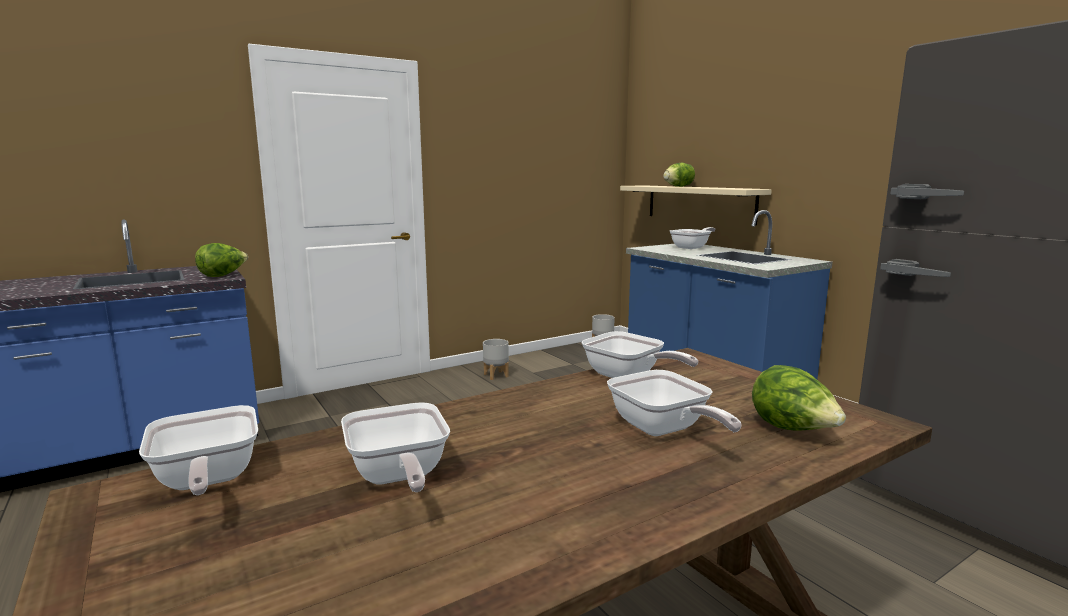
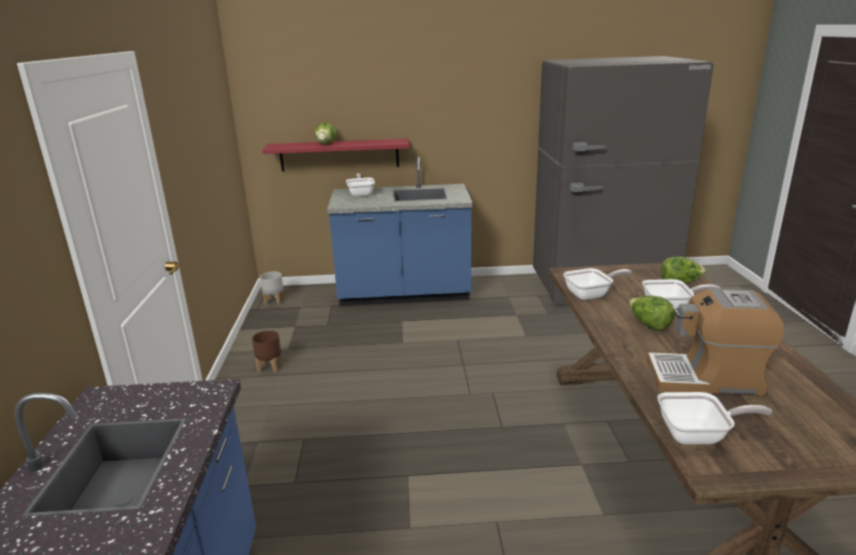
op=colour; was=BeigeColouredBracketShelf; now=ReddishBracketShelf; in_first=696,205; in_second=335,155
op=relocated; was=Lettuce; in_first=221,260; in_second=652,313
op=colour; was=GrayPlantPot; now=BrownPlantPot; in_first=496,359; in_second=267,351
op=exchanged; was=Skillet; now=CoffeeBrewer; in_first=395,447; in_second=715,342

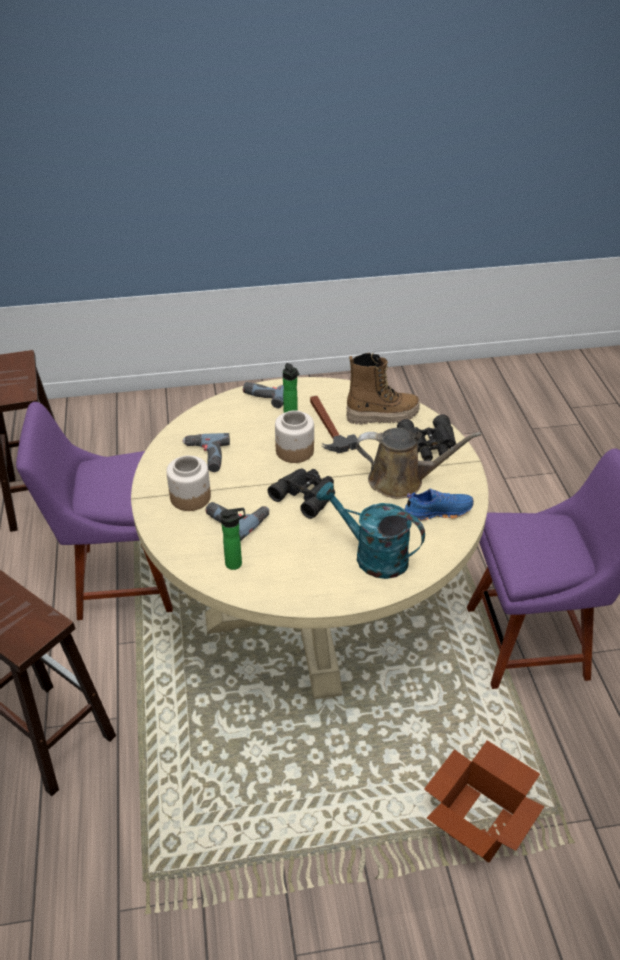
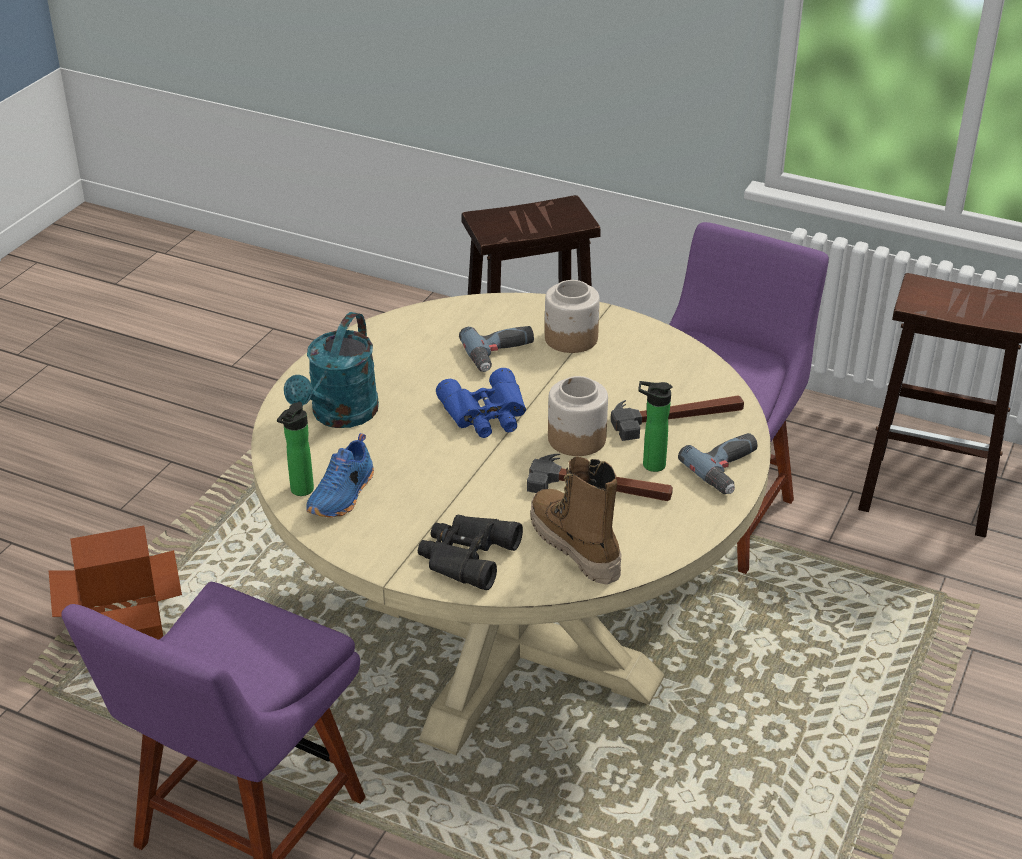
op=spun; was=HighTopBoot; in_first=383,388; in_second=575,520; clockwise=120
op=missing; was=BrownWateringCan; in_first=418,463
op=missing; was=ElectricDrill; in_first=206,452
op=colour; was=BlackFieldGlasses; now=BlueColouredFieldGlasses; in_first=301,493; in_second=481,403
op=spun; was=BlueGreenWateringCan; in_first=370,530; in_second=331,370; clockwise=135
op=relocated; was=DrinkBottle; in_first=233,539; in_second=295,449
op=appeared; now=Hammer; in_second=677,418

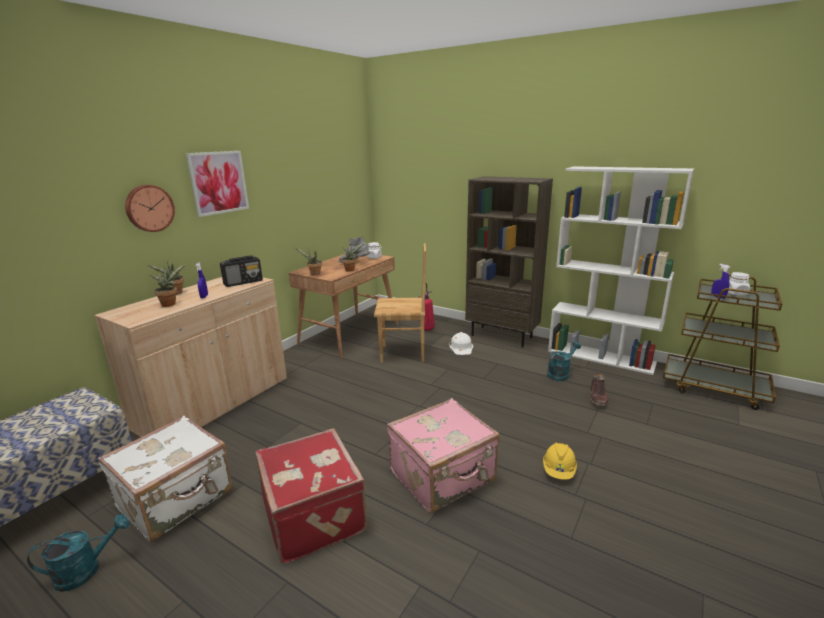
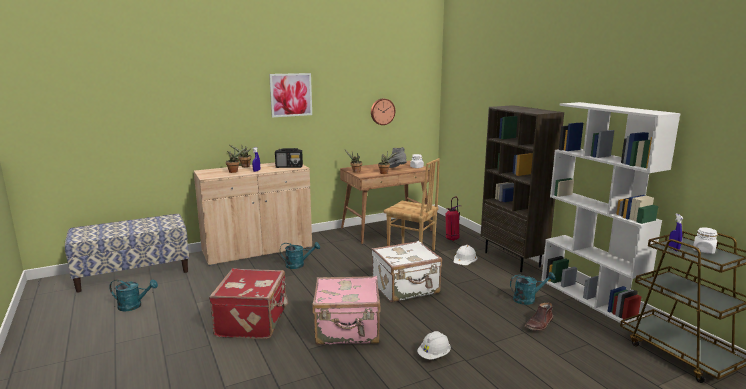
op=relocated; was=WallClock; in_first=150,208; in_second=383,111
op=relocated; was=WhitePieceOfLuggage; in_first=165,479; in_second=407,271
op=colour; was=YellowSafetyHelmet; now=WhiteSafetyHelmet; in_first=560,461; in_second=434,345
op=appeared; now=BlueGreenWateringCan; in_second=300,255

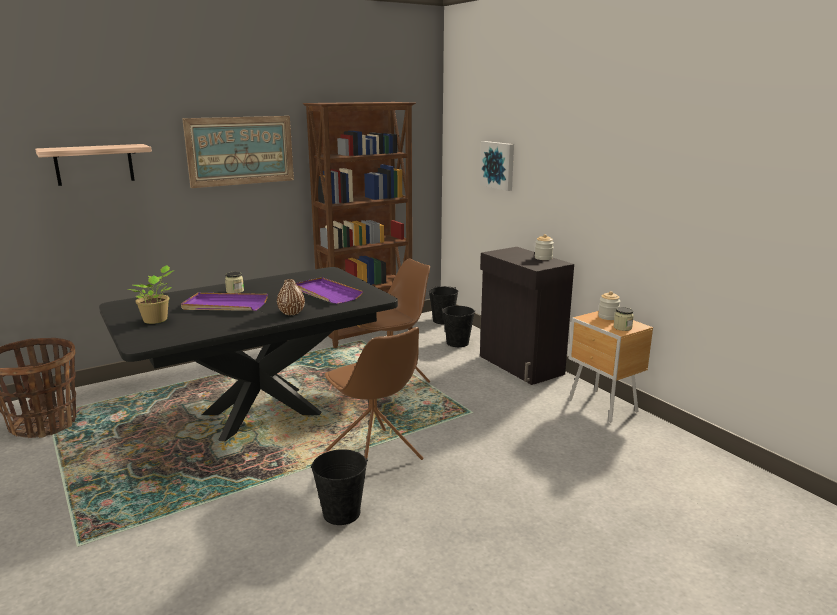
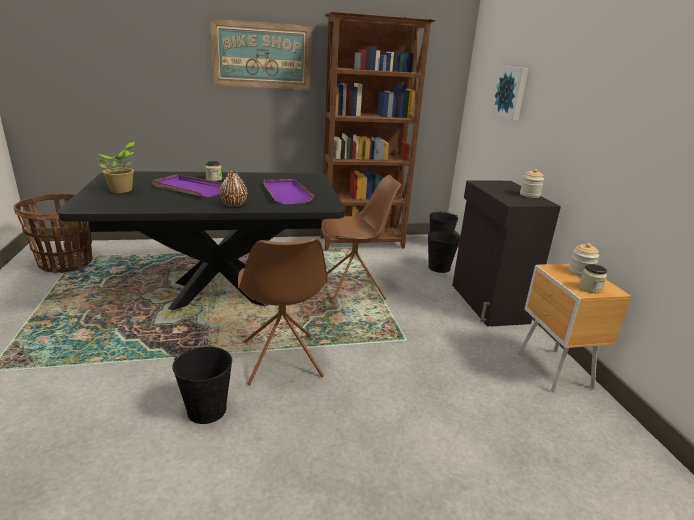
op=missing; was=BracketShelf; in_first=93,165

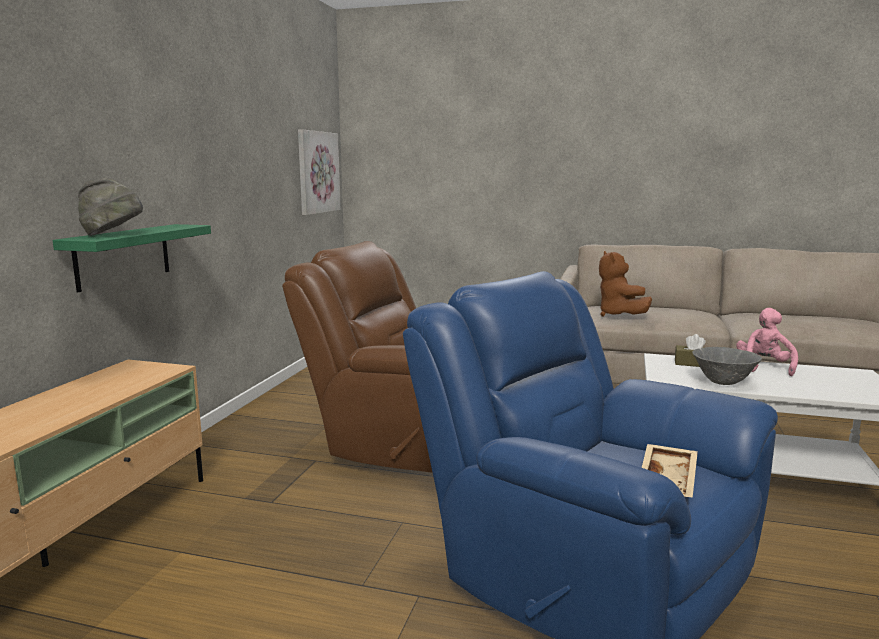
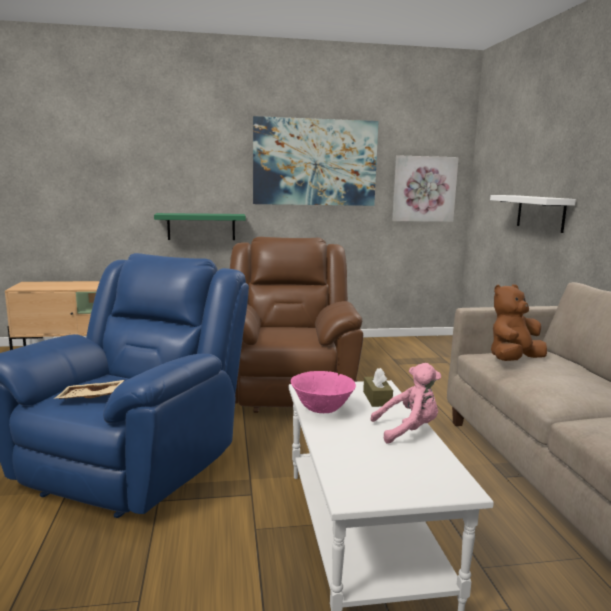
op=missing; was=GrayClothingHat; in_first=110,206
op=colour; was=GrayDeepDish; now=PinkishDeepDish; in_first=727,366; in_second=323,392
op=appeared; now=WallArt; in_second=316,161
op=appeared; now=WhiteBracketShelf; in_second=533,214

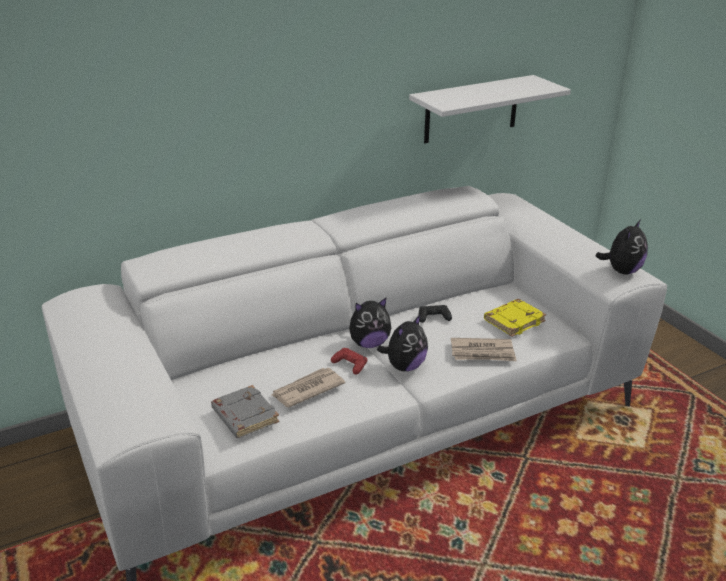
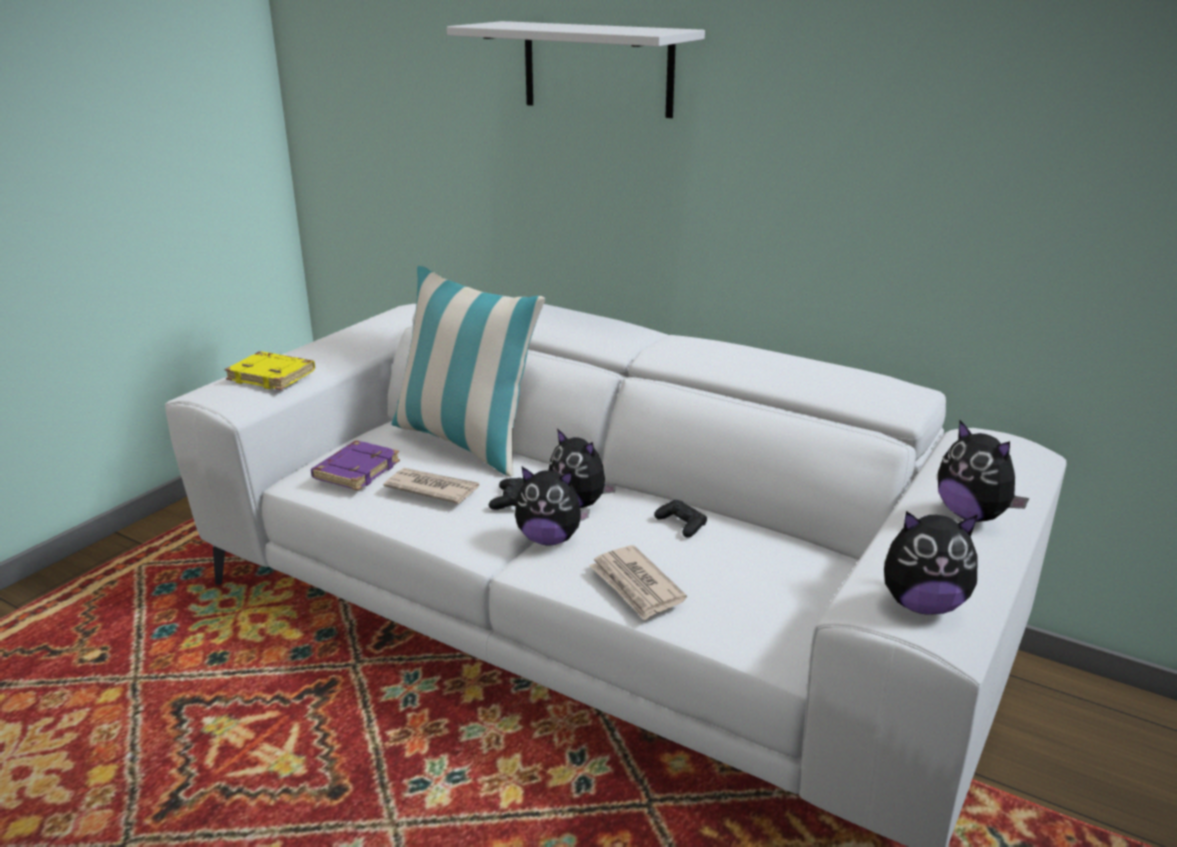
op=relocated; was=WhiteBracketShelf; in_first=490,109; in_second=576,69
op=relocated; was=YellowVolume; in_first=515,318; in_second=270,370
op=colour; was=ReddishJoypad; now=BlackJoypad; in_first=349,361; in_second=506,494
op=colour; was=GrayVolume; now=PurplishVolume; in_first=245,411; in_second=355,466
op=appeared; now=ThrowPillow; in_second=468,371
op=appeared; now=CuddlyToy; in_second=983,471

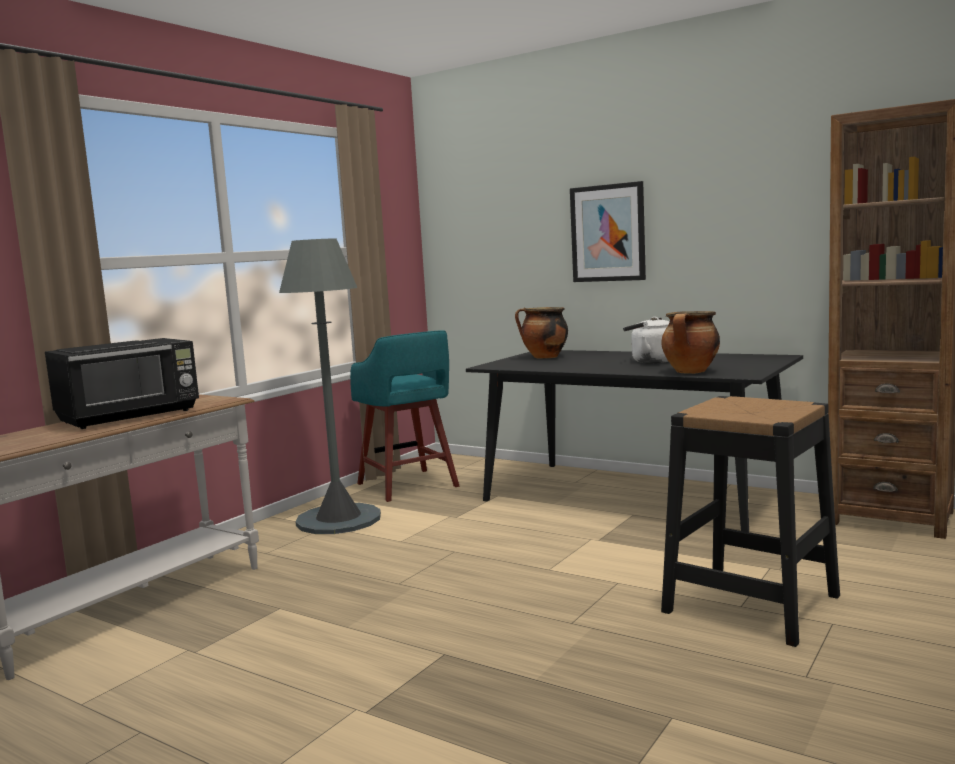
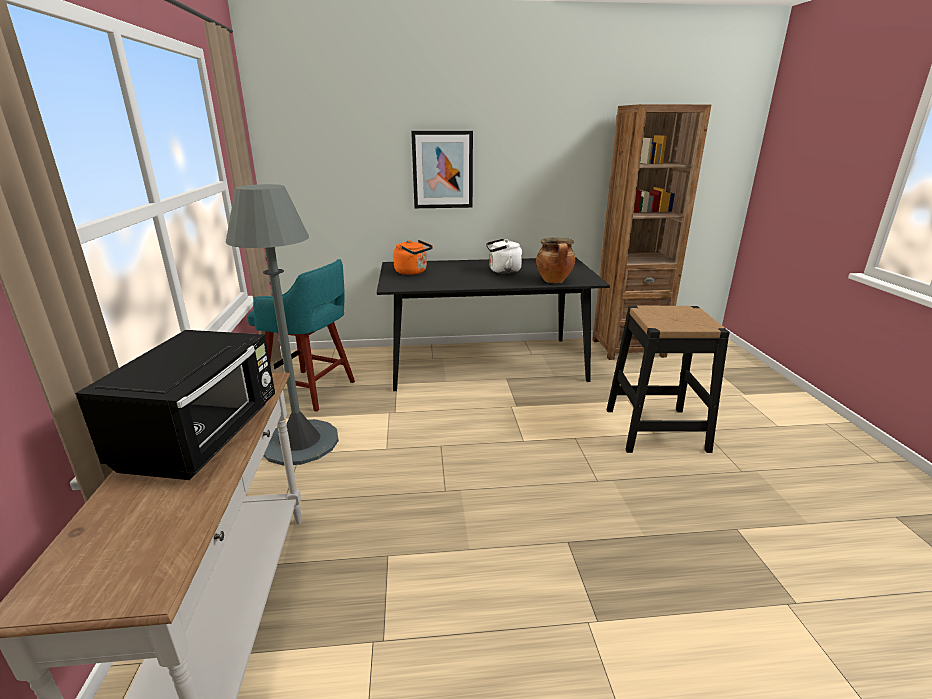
op=exchanged; was=Saucepot; now=OrangeKettle; in_first=541,333; in_second=413,257

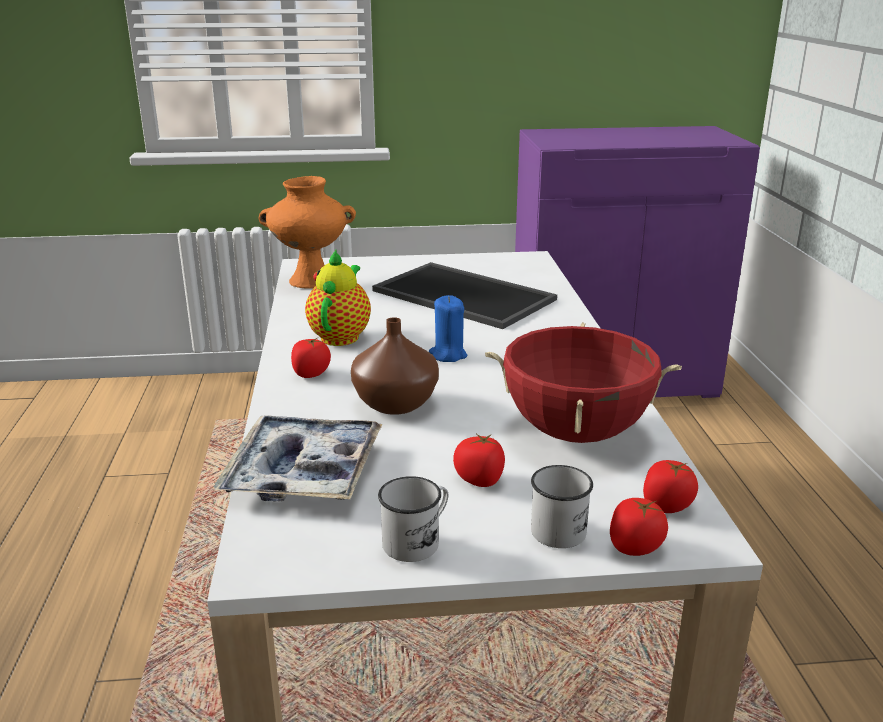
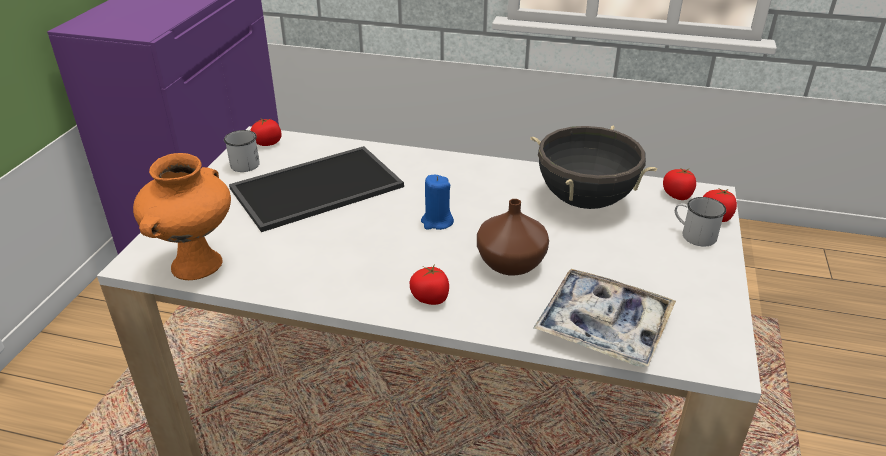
op=missing; was=Teapot; in_first=338,298
op=colour; was=ReddishSaucepot; now=BlackSaucepot; in_first=583,382; in_second=593,167
op=relocated; was=WholeTomato; in_first=479,460; in_second=266,132
op=relocated; was=WhiteTeaMug; in_first=413,519; in_second=242,151

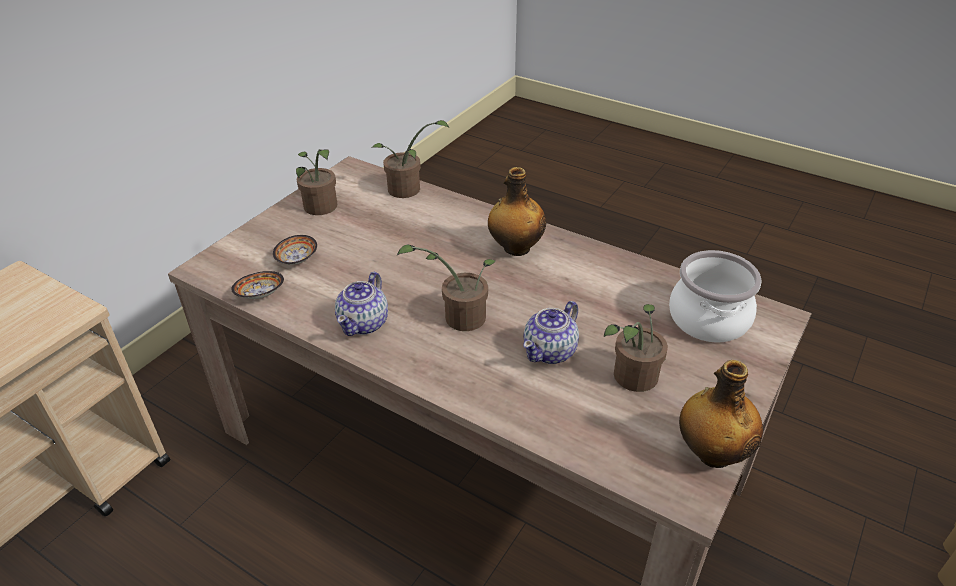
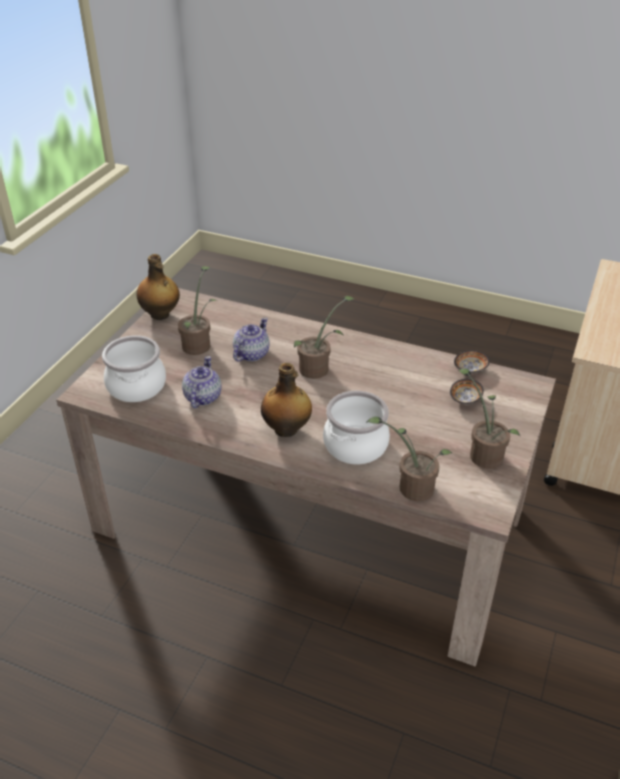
op=relocated; was=Teapot; in_first=361,304; in_second=202,382
op=appeared; now=Saucepot; in_second=356,427

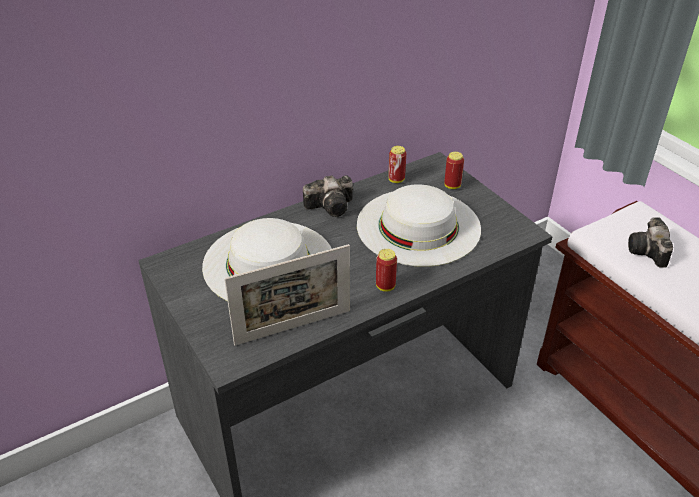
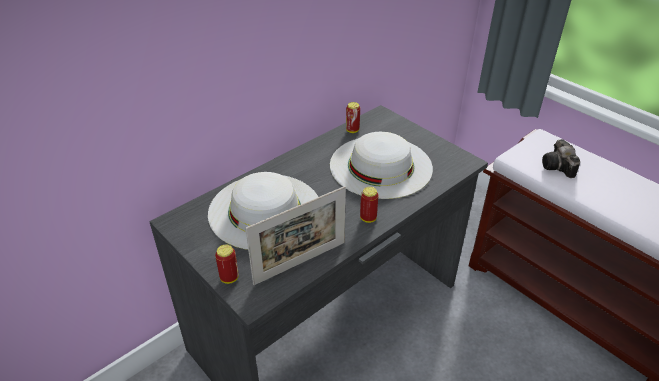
op=relocated; was=SealedCan; in_first=454,170; in_second=227,264
op=missing; was=StillCamera; in_first=328,196

